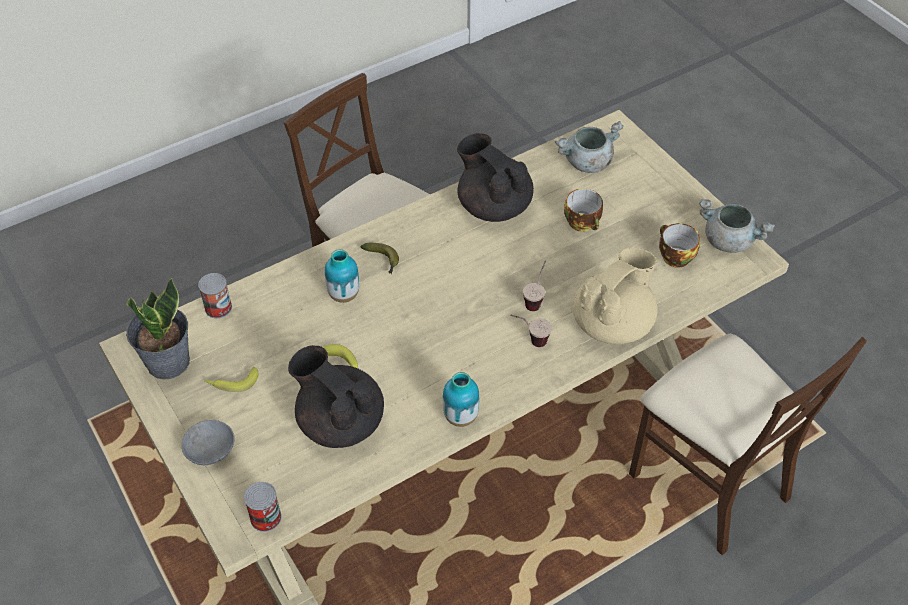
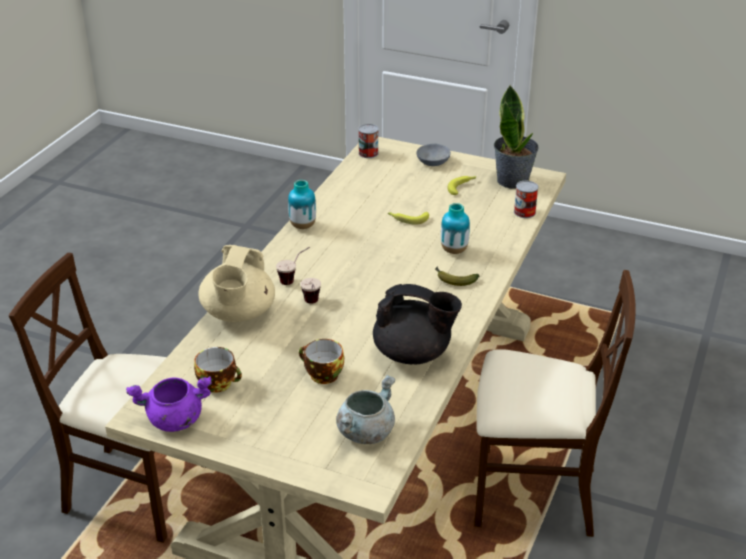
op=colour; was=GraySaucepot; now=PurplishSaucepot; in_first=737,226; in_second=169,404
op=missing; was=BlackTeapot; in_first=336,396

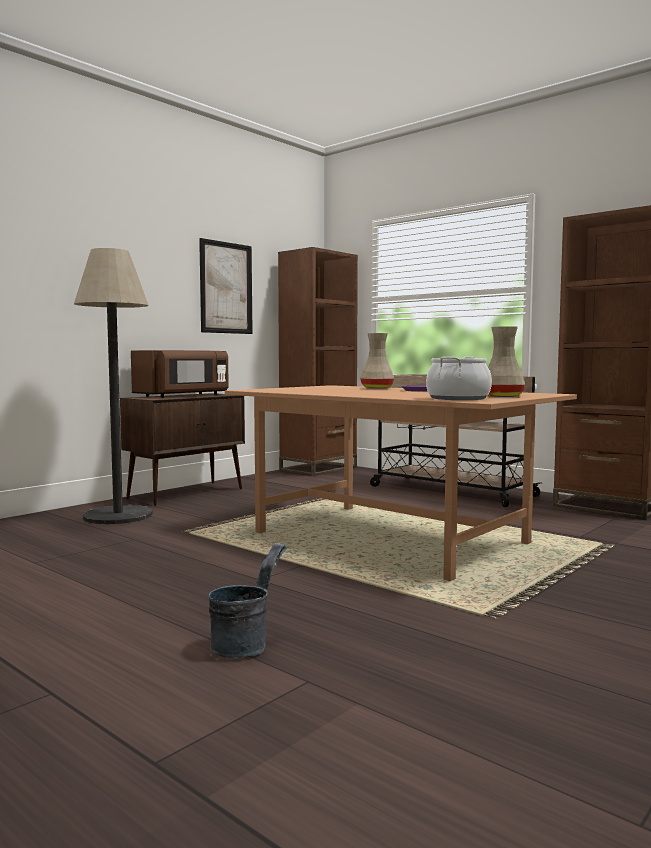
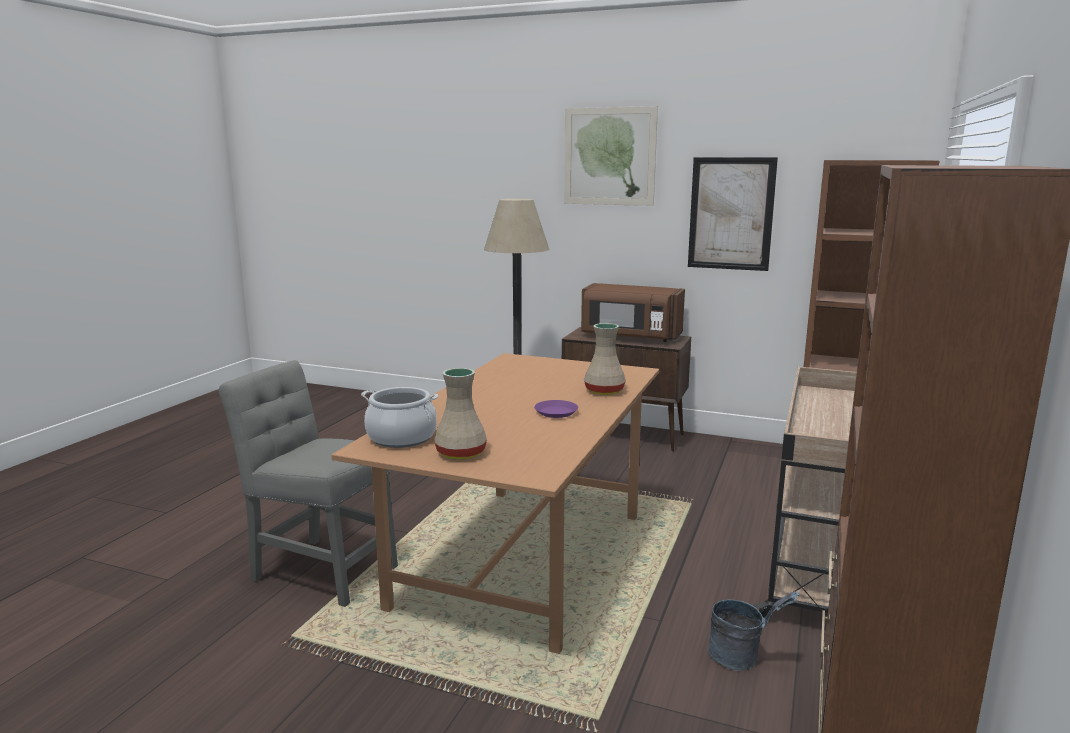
op=relocated; was=GrayPail; in_first=248,600; in_second=754,631
op=appeared; now=WallArt; in_second=611,156
op=appeared; now=GrayPlainChair; in_second=308,483

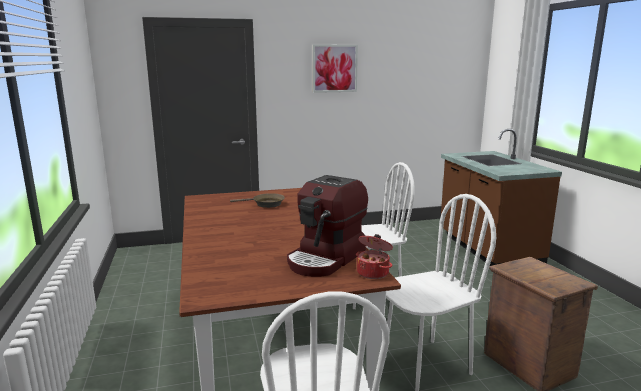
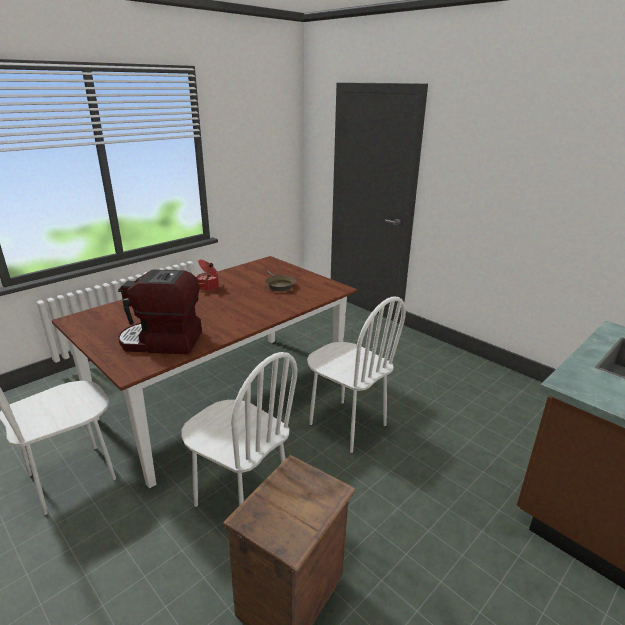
op=missing; was=WallArt; in_first=335,68
op=relocated; was=Saucepot; in_first=374,256; in_second=207,275

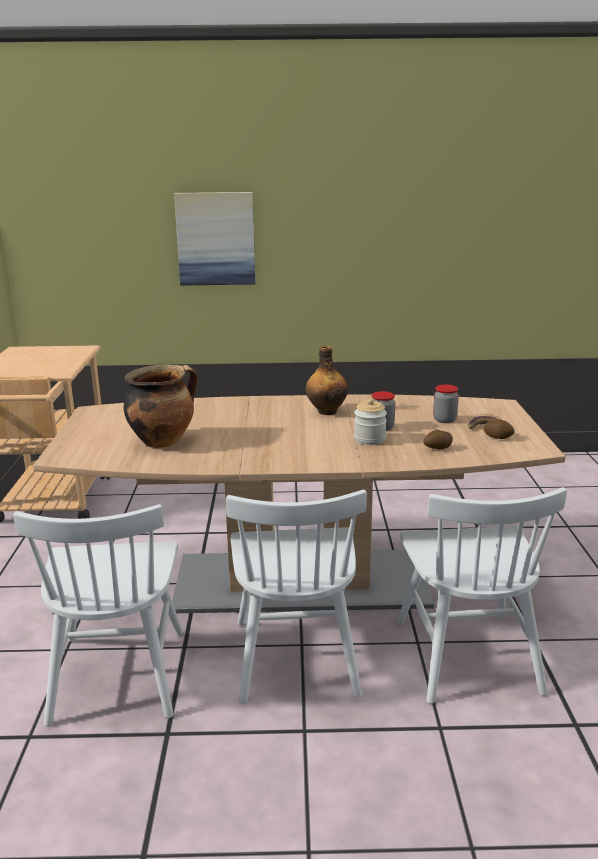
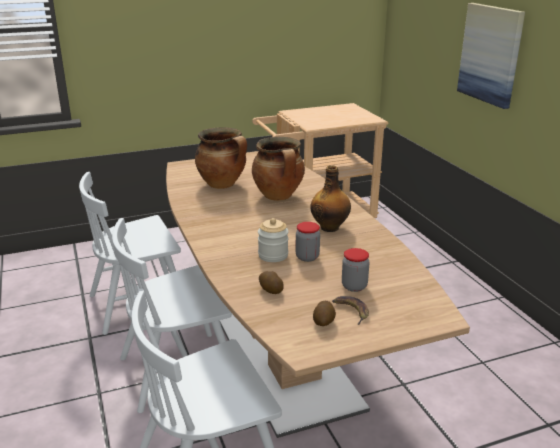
op=appeared; now=Saucepot; in_second=278,169

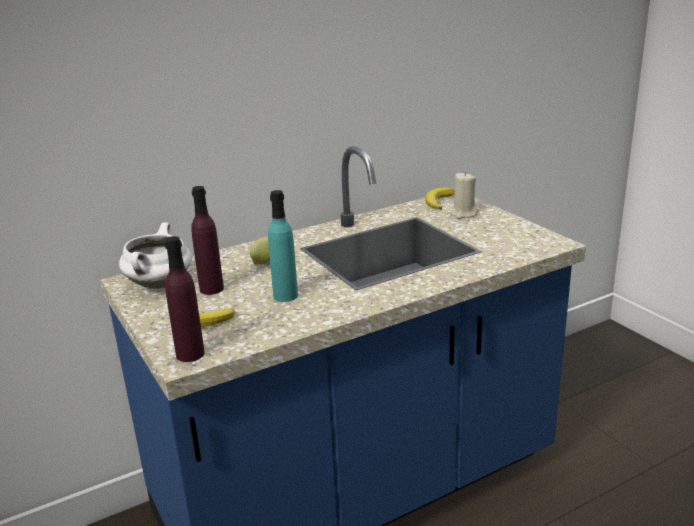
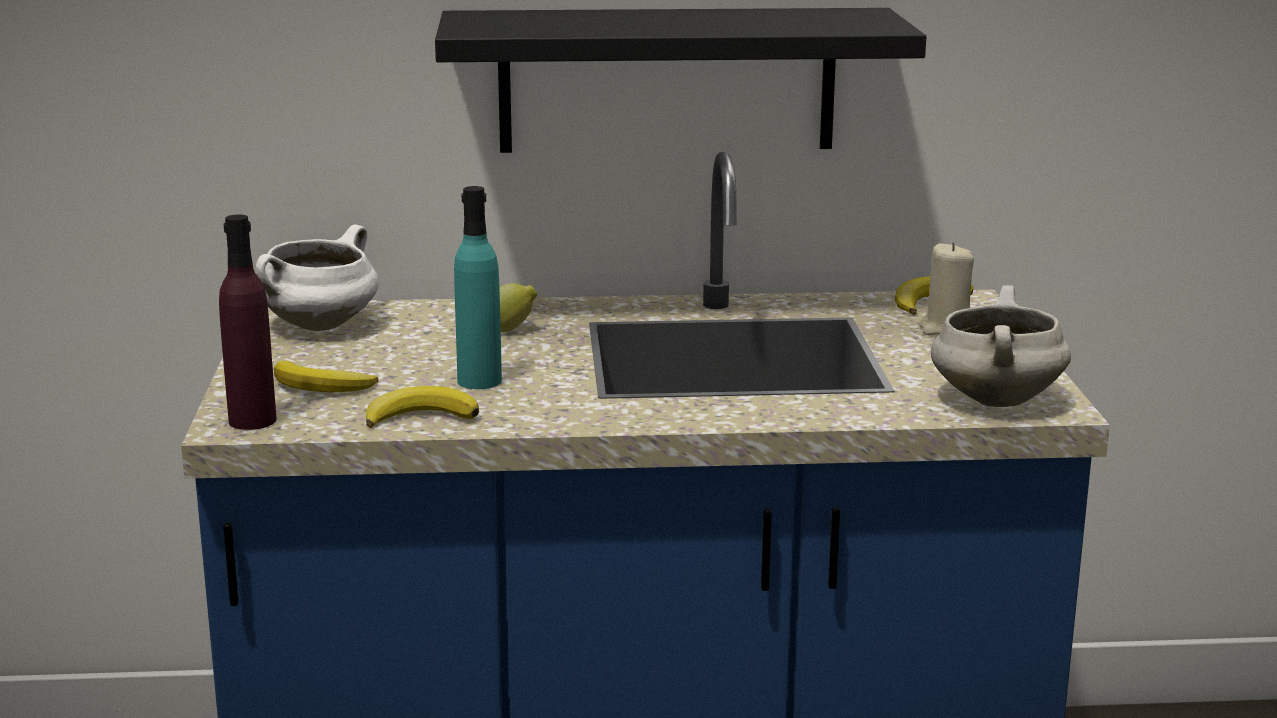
op=missing; was=PurplishDrinkBottle; in_first=207,240
op=appeared; now=BlackBracketShelf; in_second=680,80
op=appeared; now=WhiteSaucepot; in_second=1001,346
op=appeared; now=Banana; in_second=422,407

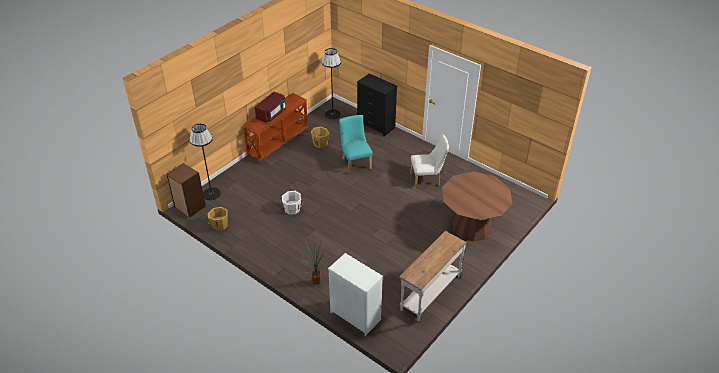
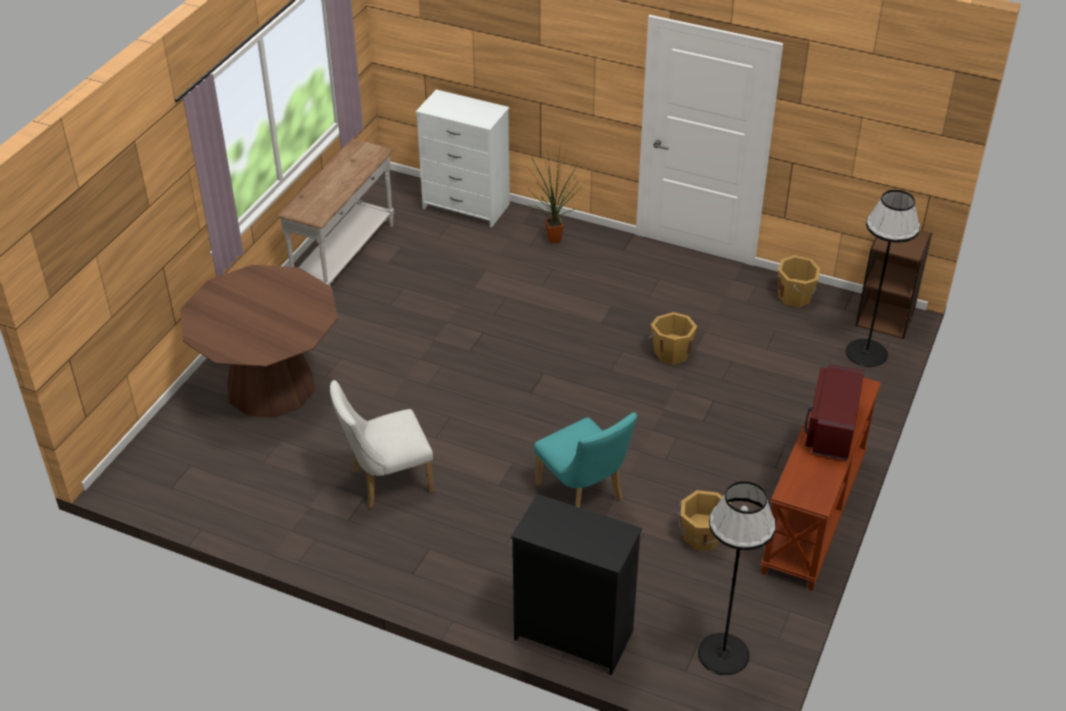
op=colour; was=WhitePail; now=OrangePail; in_first=292,203; in_second=672,338

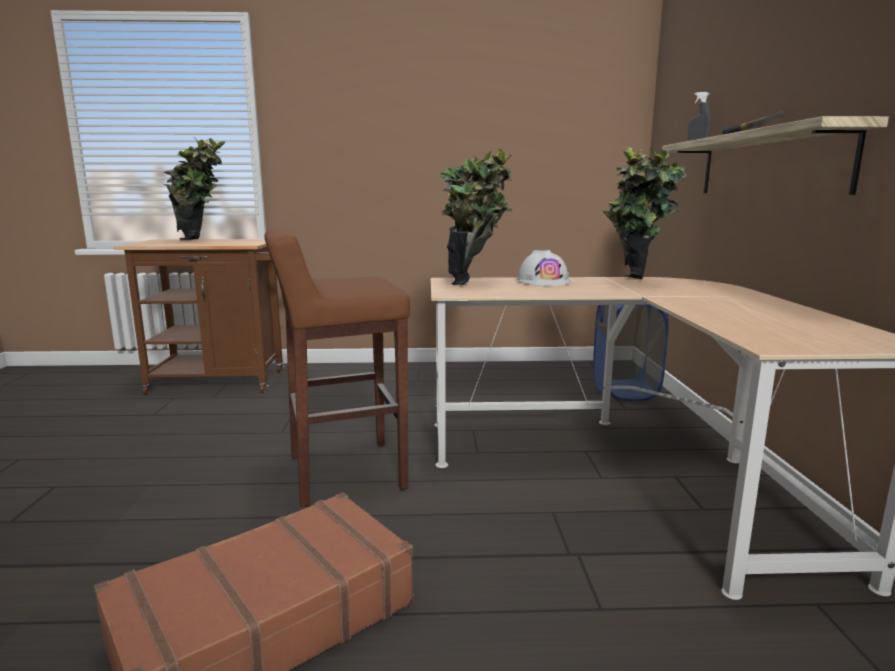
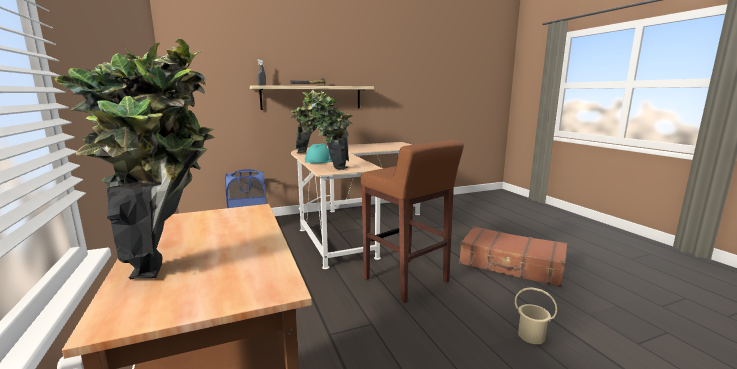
op=colour; was=WhiteSafetyHelmet; now=BlueGreenSafetyHelmet; in_first=544,268; in_second=318,153
op=appeared; now=BeigeColouredPail; in_second=536,316

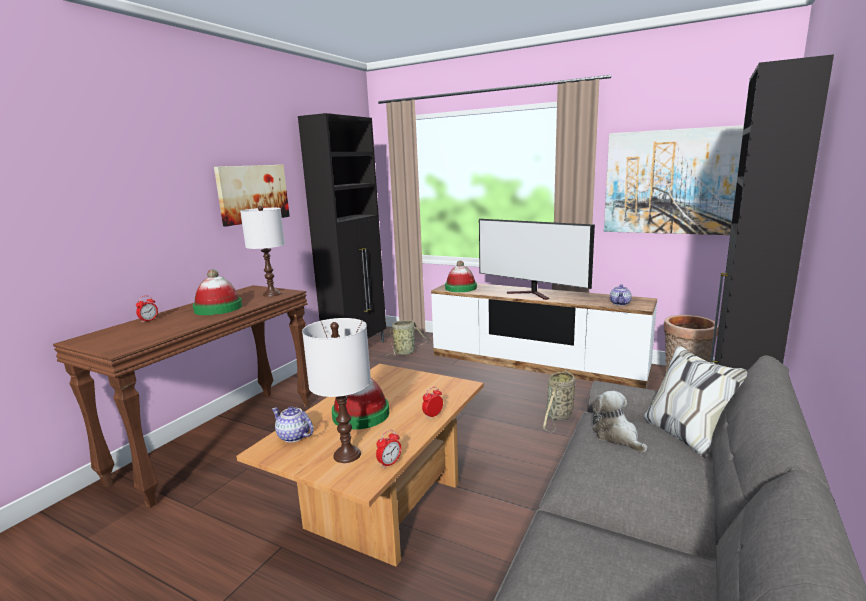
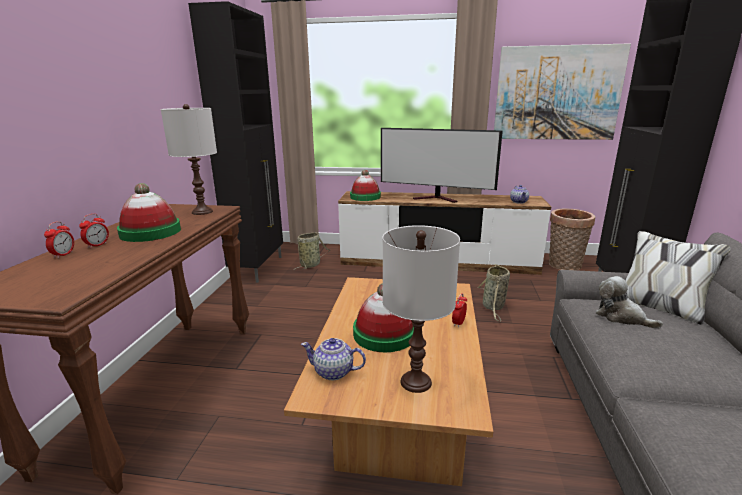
op=missing; was=WallArt; in_first=252,195
op=relocated; was=BedsideClock; in_first=388,449; in_second=94,231

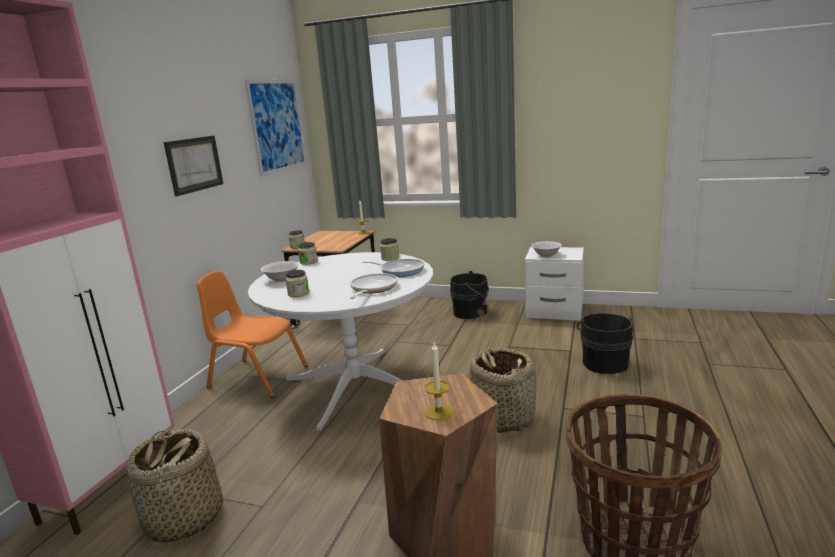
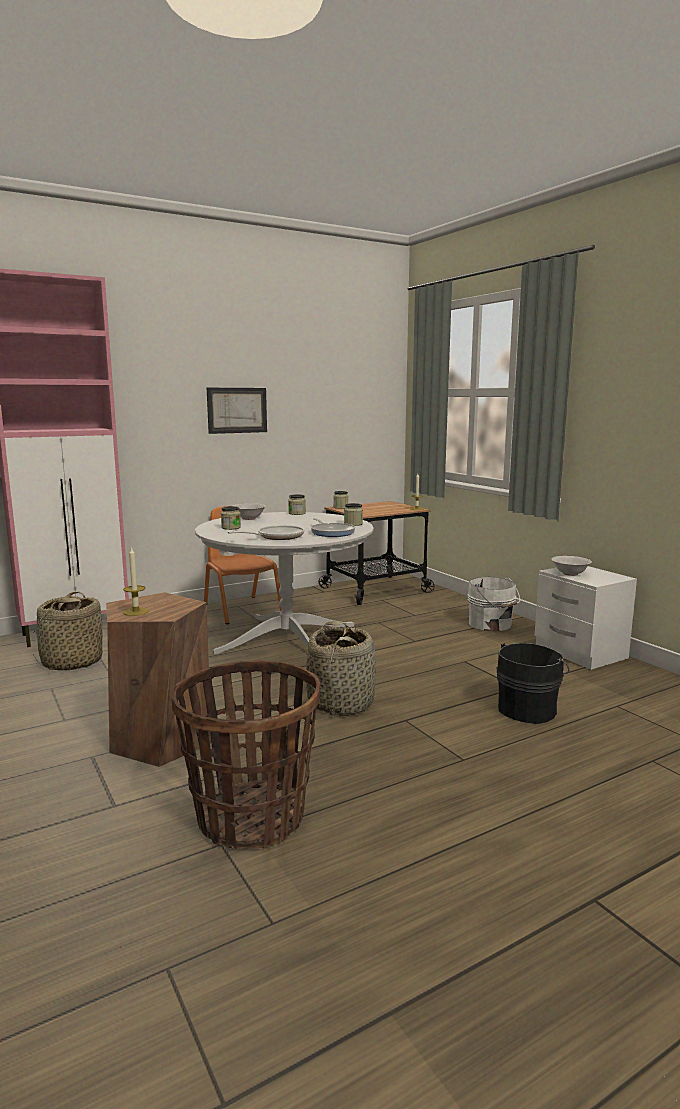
op=missing; was=WallArt; in_first=275,128
op=colour; was=BlackPail; now=WhitePail; in_first=469,295; in_second=493,604

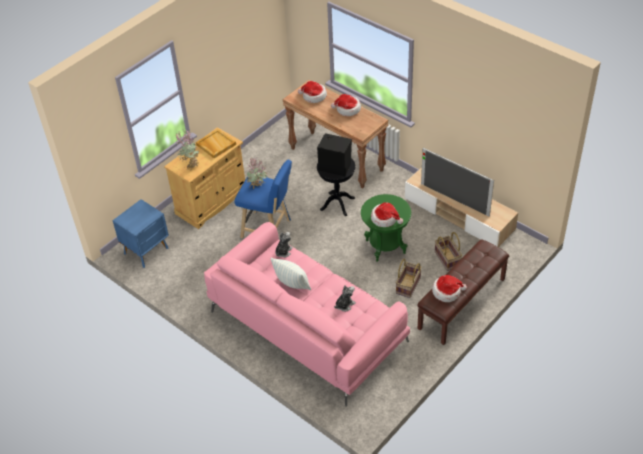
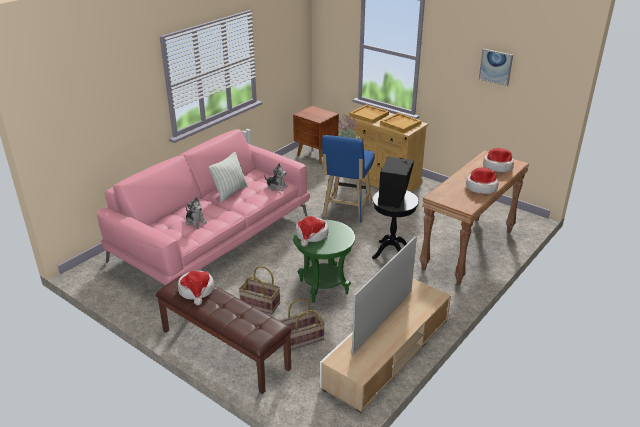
op=exchanged; was=PottedPlant; now=BeigeColouredTray; in_first=187,150; in_second=369,114
op=colour; was=BlueColouredNightTable; now=BrownNightTable; in_first=140,233; in_second=316,135
op=appeared; now=WallArt; in_second=496,67

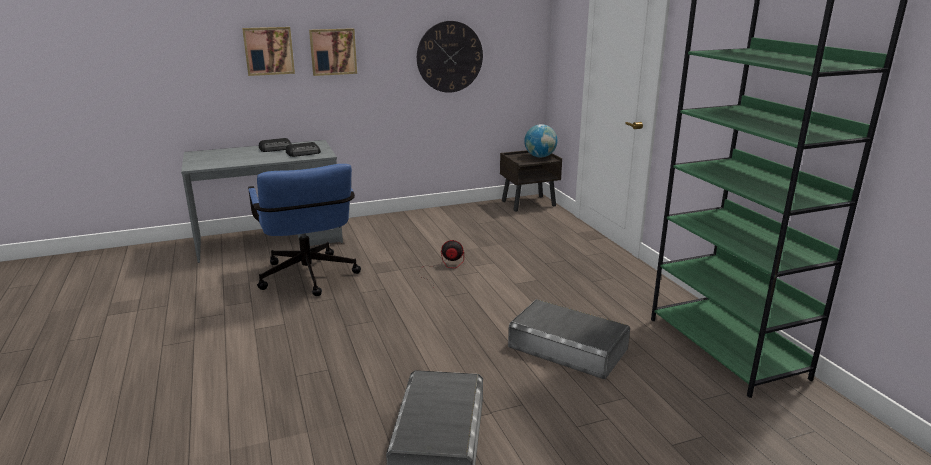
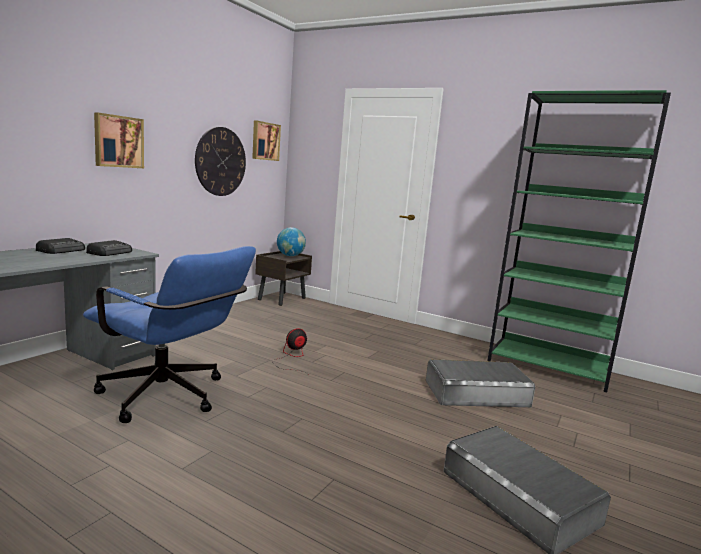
op=relocated; was=WallArt; in_first=268,51; in_second=266,141

